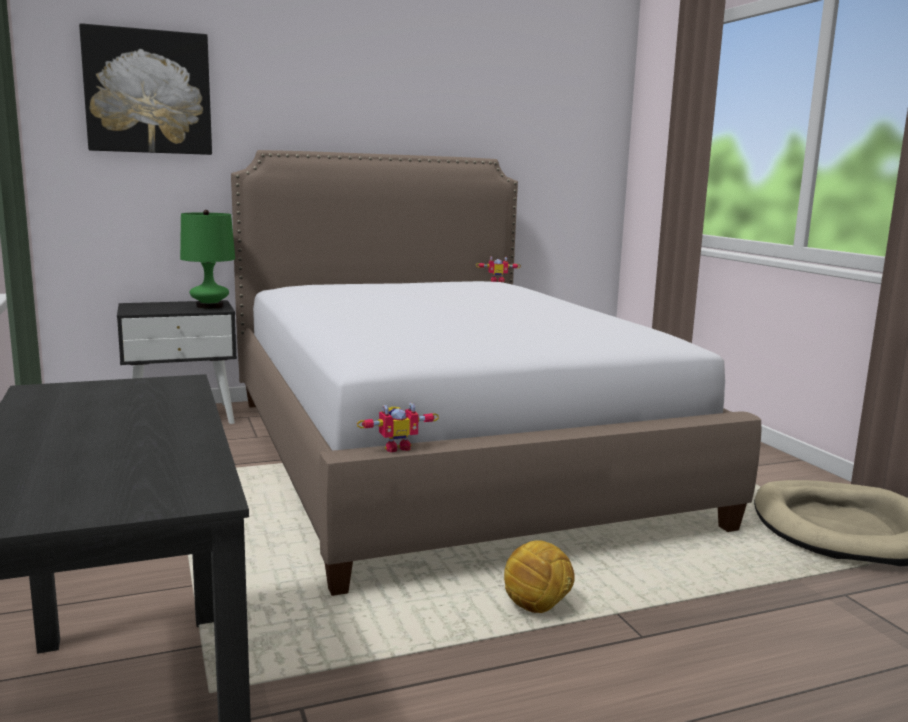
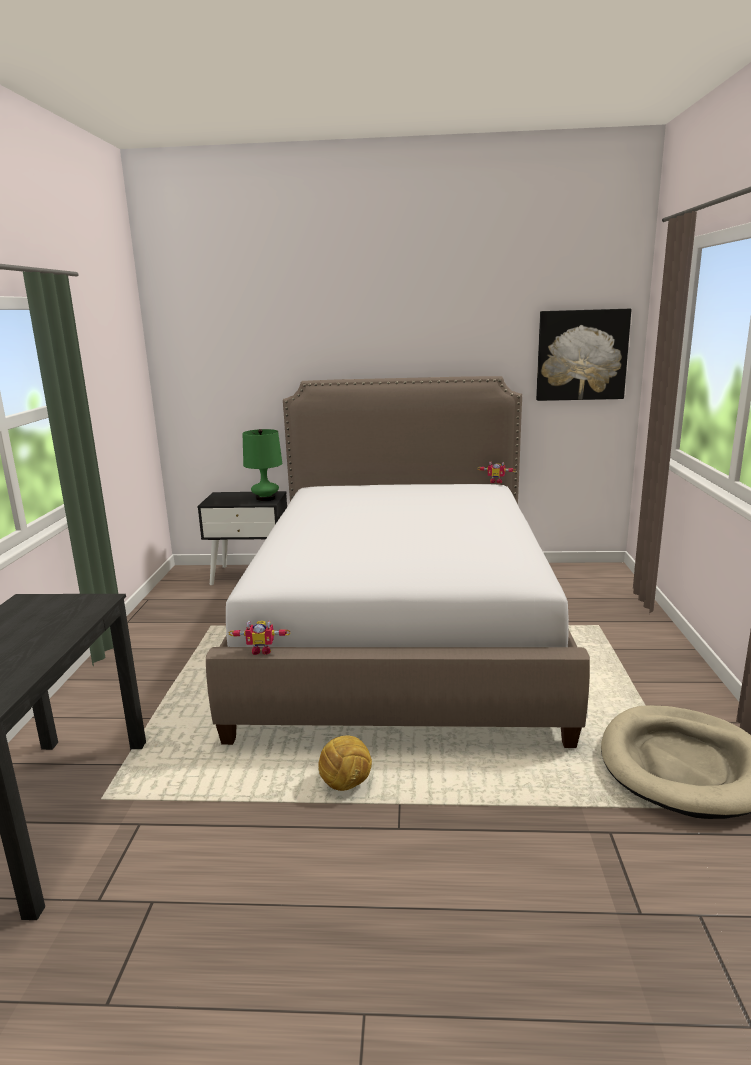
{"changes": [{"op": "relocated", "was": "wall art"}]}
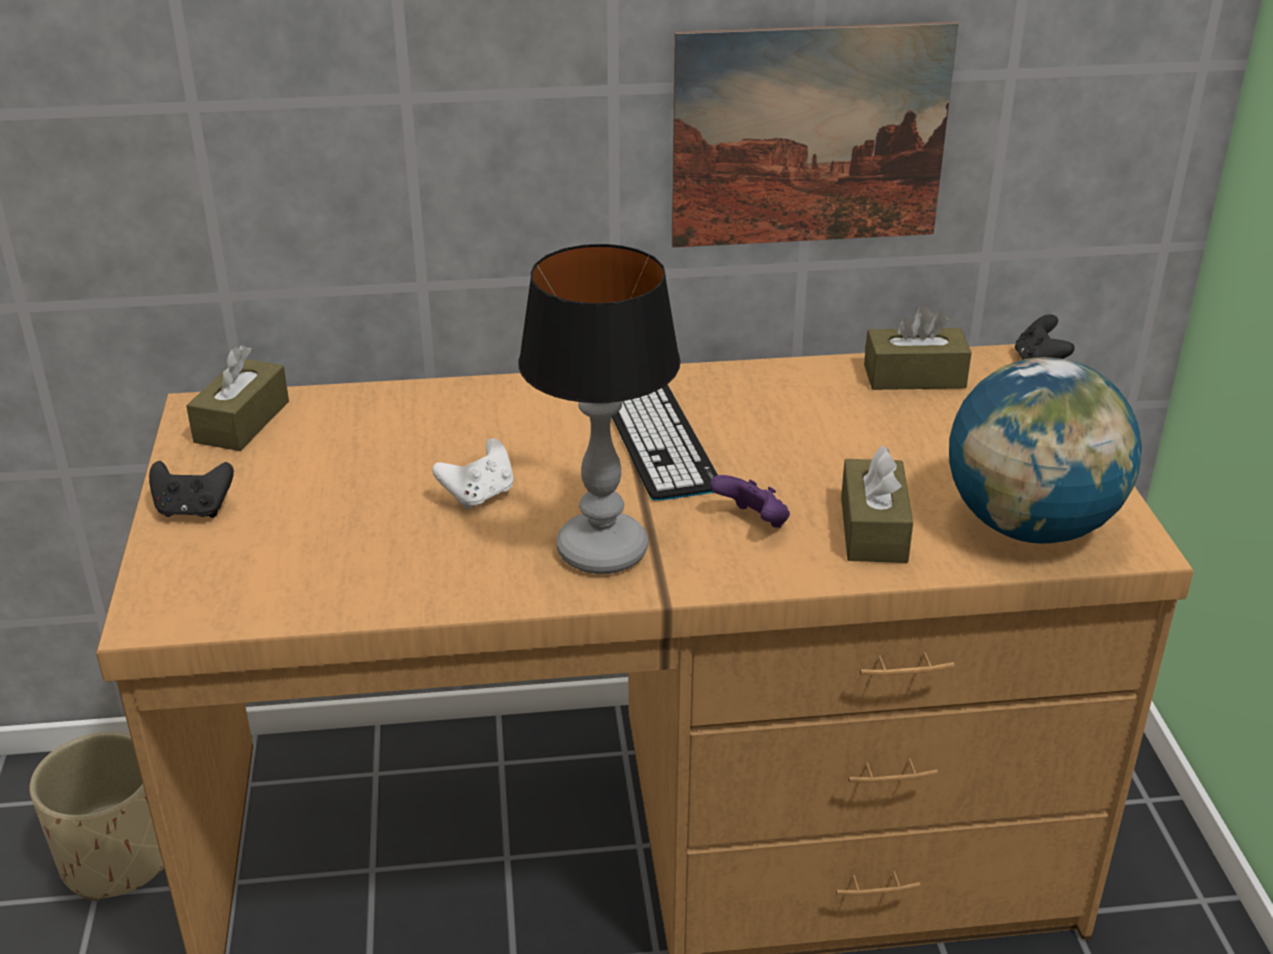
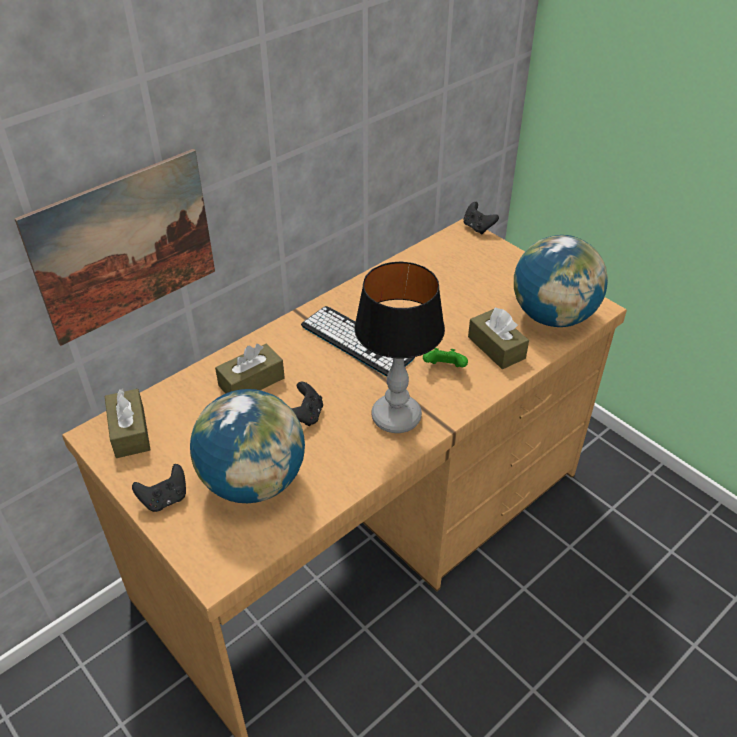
{"changes": [{"op": "relocated", "was": "wall art"}, {"op": "appeared", "now": "globe (no. 1 from left)"}, {"op": "relocated", "was": "brownish tissue box (no. 3 from left in the first image)", "now": "brownish tissue box (no. 2 from left)"}, {"op": "colour", "was": "whitish game controller", "now": "black-coloured game controller (no. 2 from left)"}, {"op": "colour", "was": "purplish game controller", "now": "green-coloured game controller"}, {"op": "missing", "was": "beige plant pot"}]}
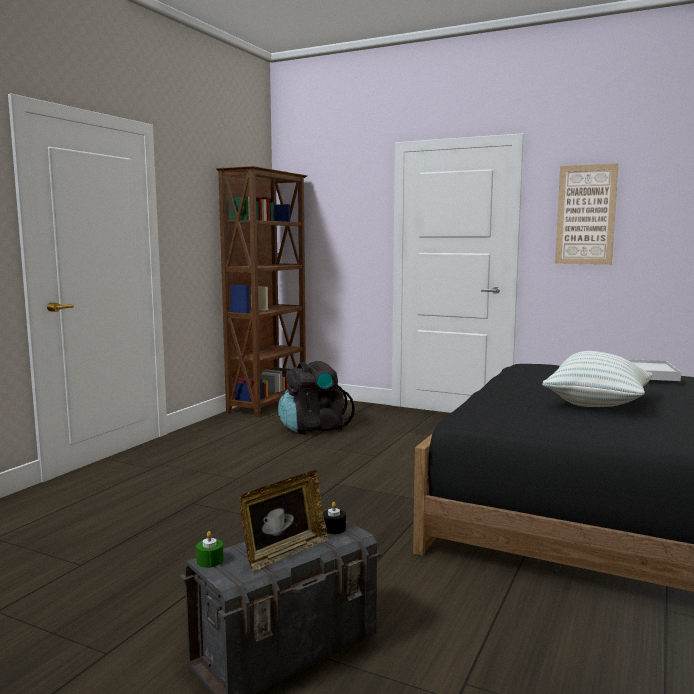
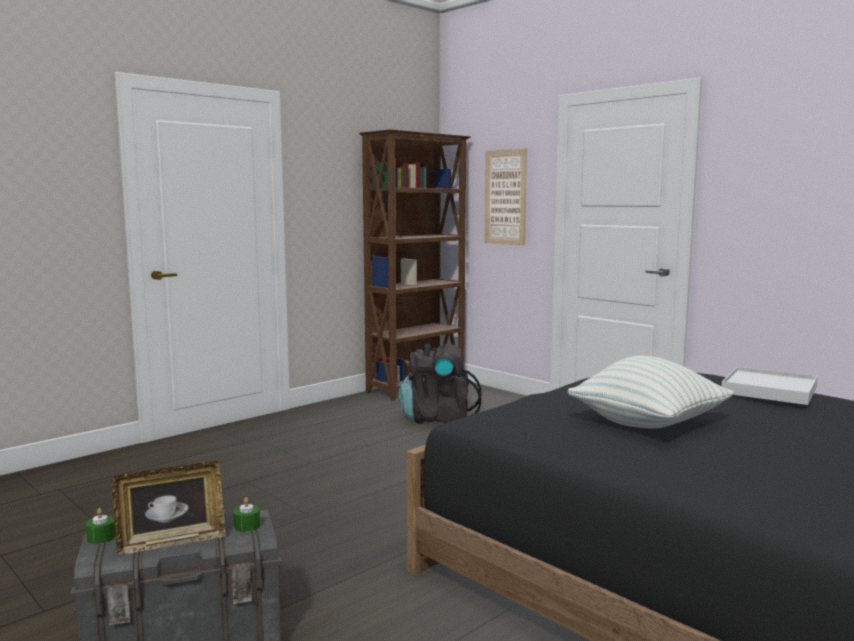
{"changes": [{"op": "colour", "was": "black-coloured wax candle", "now": "green-coloured wax candle (no. 2 from left)"}, {"op": "relocated", "was": "wall art"}]}
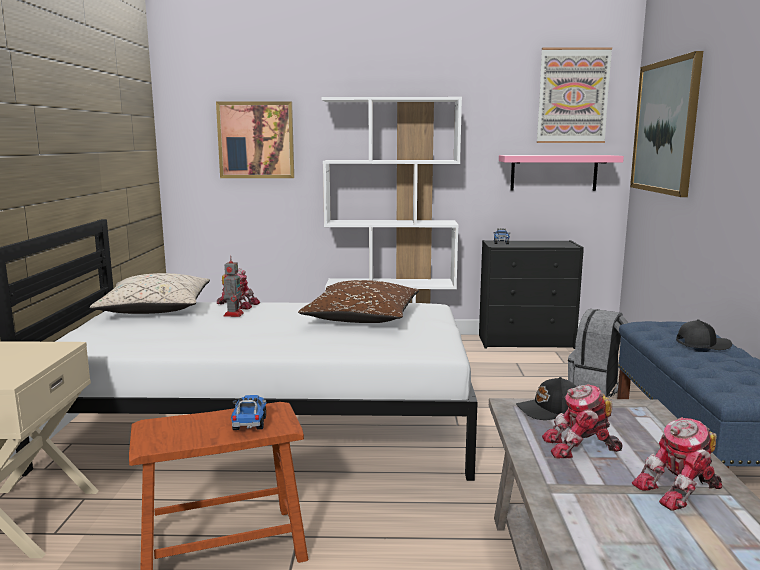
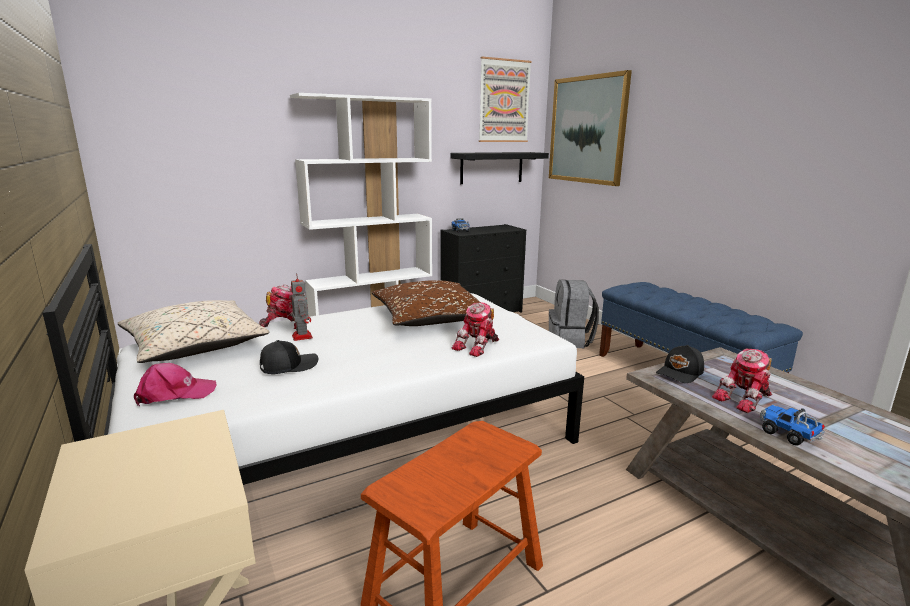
{"changes": [{"op": "appeared", "now": "pinkish baseball cap"}, {"op": "relocated", "was": "black-coloured baseball cap (no. 2 from left in the first image)", "now": "black-coloured baseball cap (no. 1 from left)"}, {"op": "colour", "was": "pinkish bracket shelf", "now": "black-coloured bracket shelf"}, {"op": "relocated", "was": "robot figure (no. 4 from left in the first image)", "now": "robot figure (no. 3 from left)"}, {"op": "relocated", "was": "toy truck (no. 1 from left in the first image)", "now": "toy truck (no. 2 from left)"}, {"op": "missing", "was": "wall art (no. 1 from left)"}]}
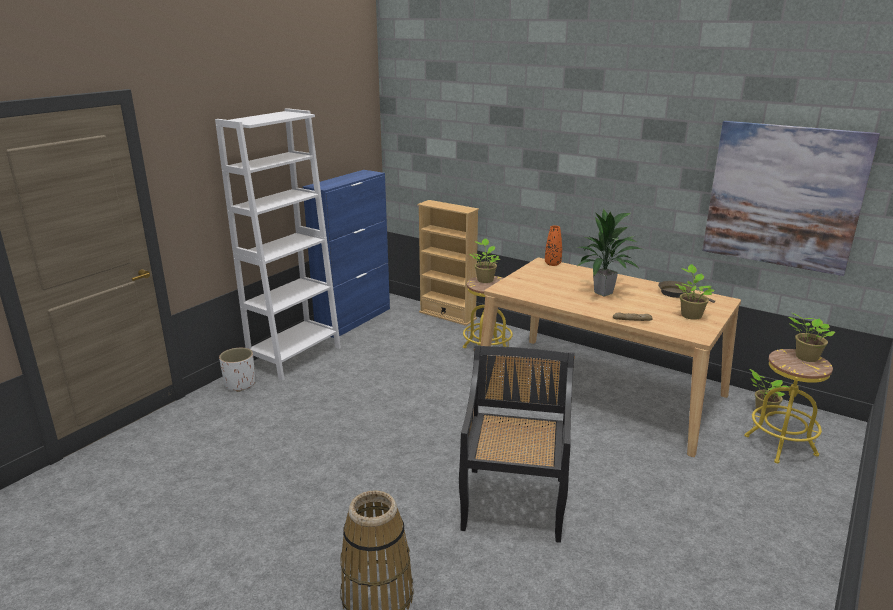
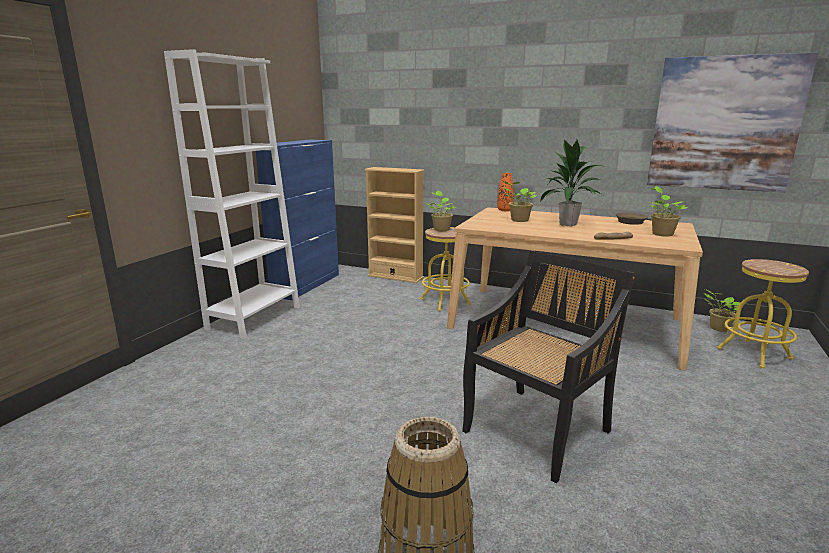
{"changes": [{"op": "spun", "was": "black-coloured upright chair", "clockwise": 45}, {"op": "relocated", "was": "potted plant (no. 5 from left in the first image)", "now": "potted plant (no. 2 from left)"}, {"op": "missing", "was": "whitish plant pot"}]}
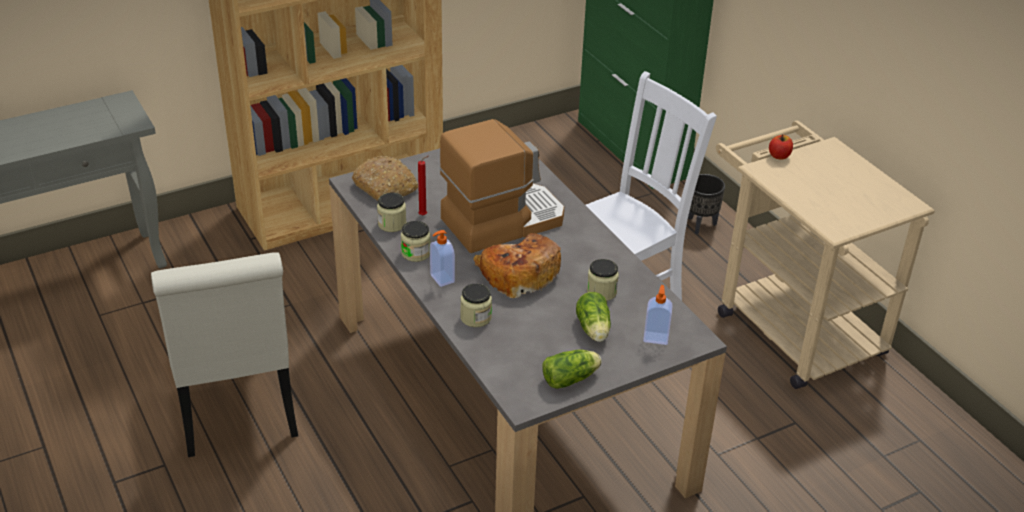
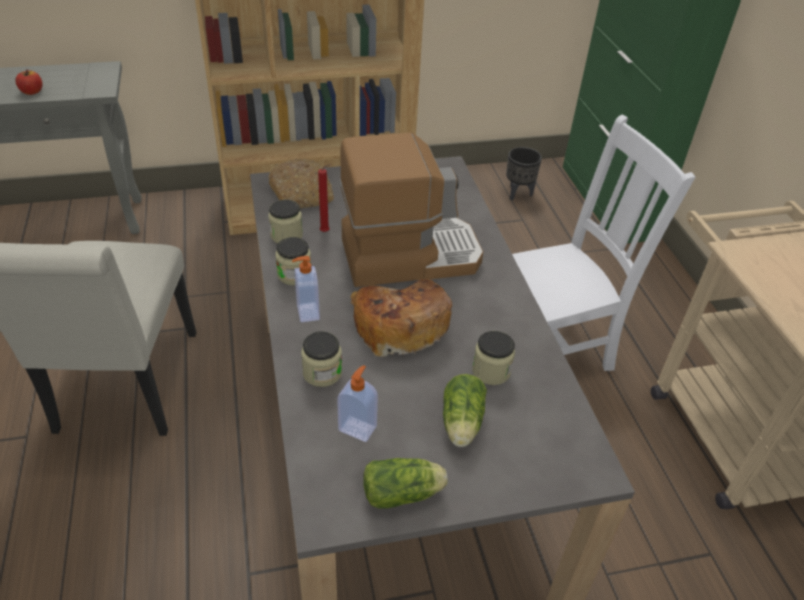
{"changes": [{"op": "relocated", "was": "apple"}, {"op": "relocated", "was": "soap dispenser (no. 2 from left)"}, {"op": "relocated", "was": "black-coloured plant pot"}]}
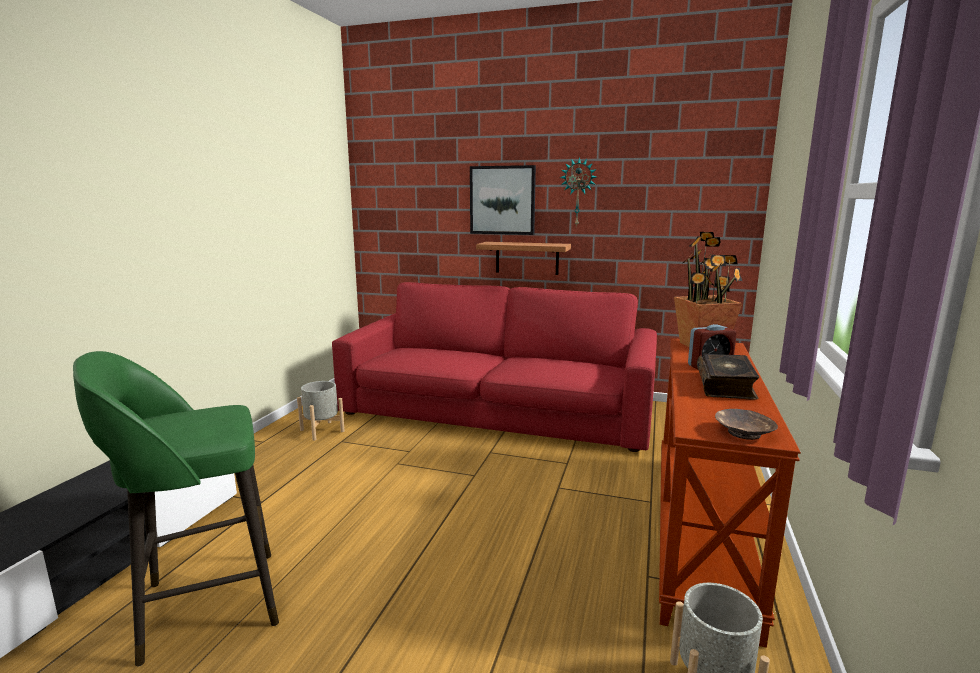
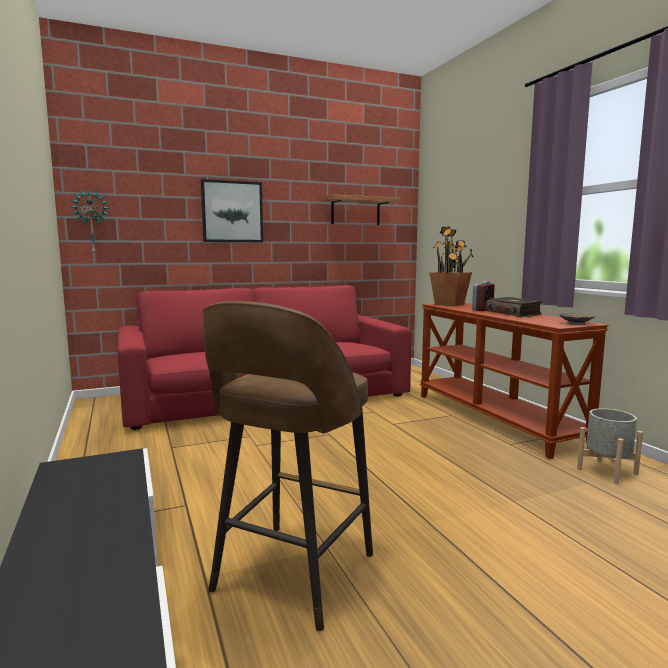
{"changes": [{"op": "relocated", "was": "wall clock"}, {"op": "colour", "was": "green-coloured sitting stool", "now": "brownish sitting stool"}, {"op": "relocated", "was": "bracket shelf"}, {"op": "missing", "was": "greyish plant pot (no. 1 from left)"}]}
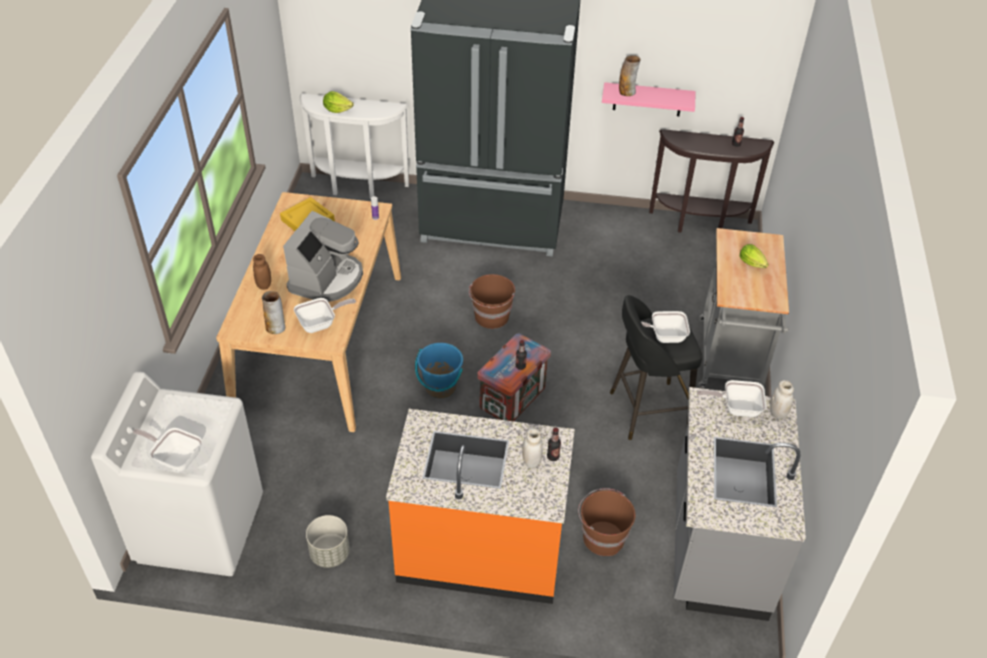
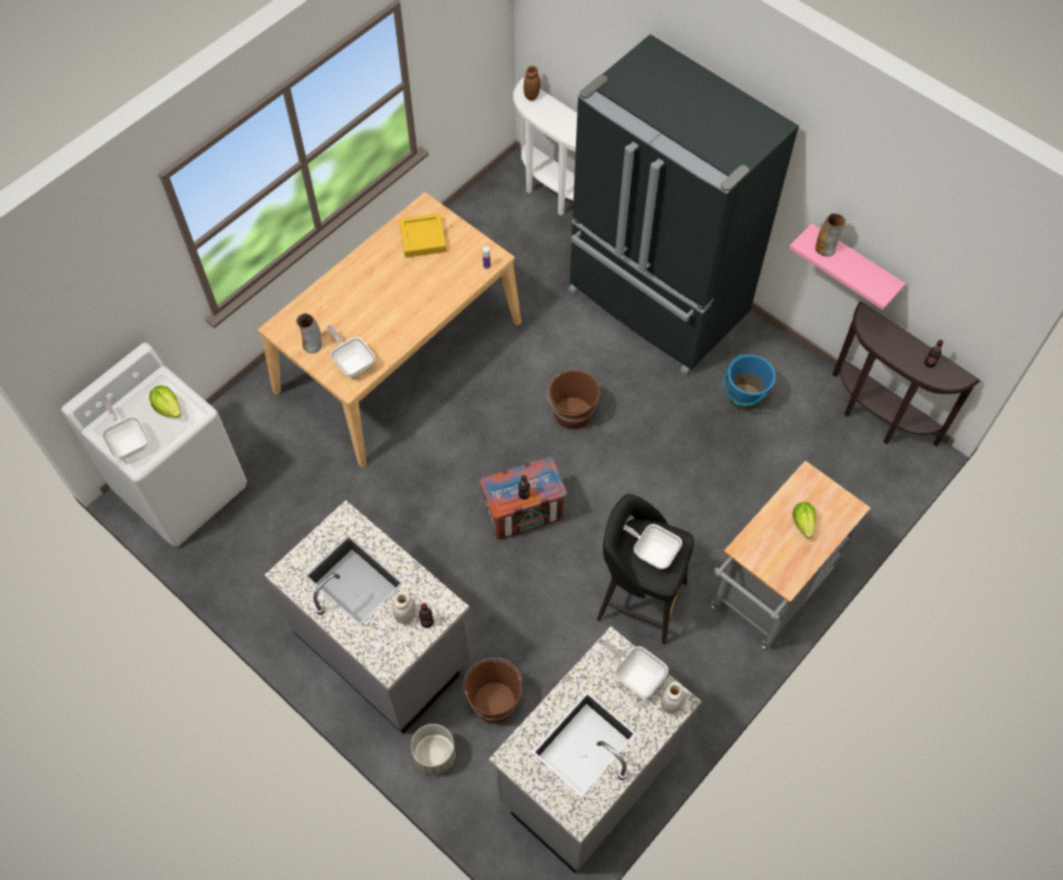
{"changes": [{"op": "relocated", "was": "head of lettuce (no. 1 from left)"}, {"op": "colour", "was": "orangey counter", "now": "greyish counter (no. 1 from left)"}, {"op": "spun", "was": "skillet (no. 2 from left)", "clockwise": -135}, {"op": "relocated", "was": "greyish plant pot"}, {"op": "relocated", "was": "brownish storage jar"}, {"op": "relocated", "was": "bluish water bucket"}, {"op": "missing", "was": "coffee machine"}]}
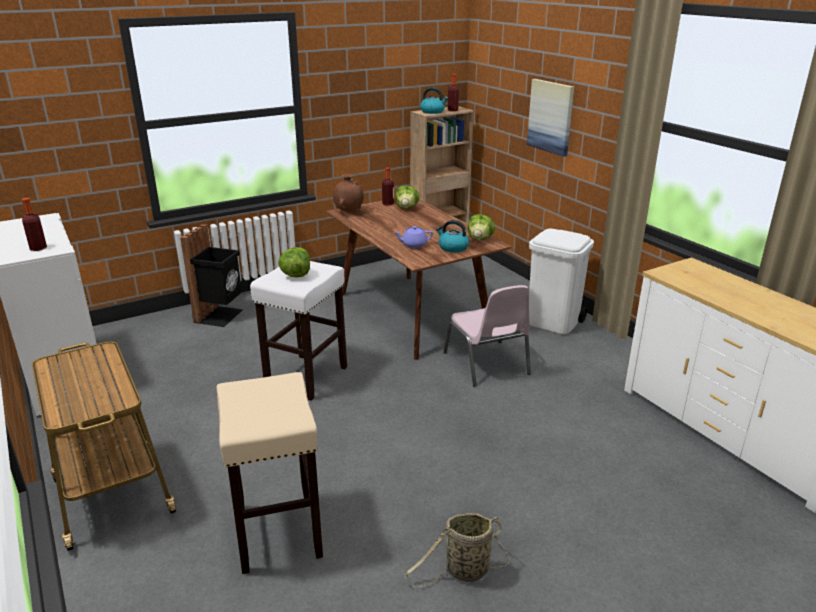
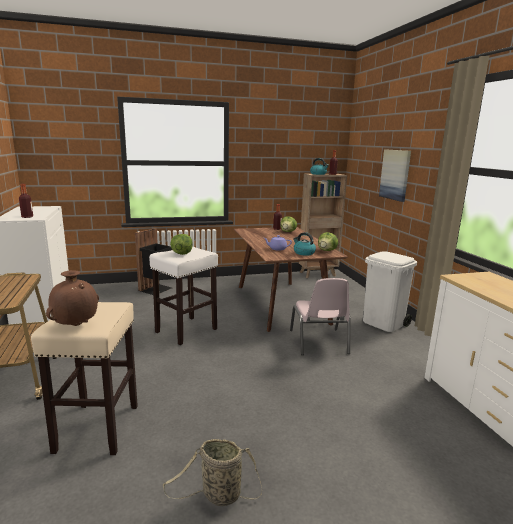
{"changes": [{"op": "relocated", "was": "brownish flower vase"}]}
